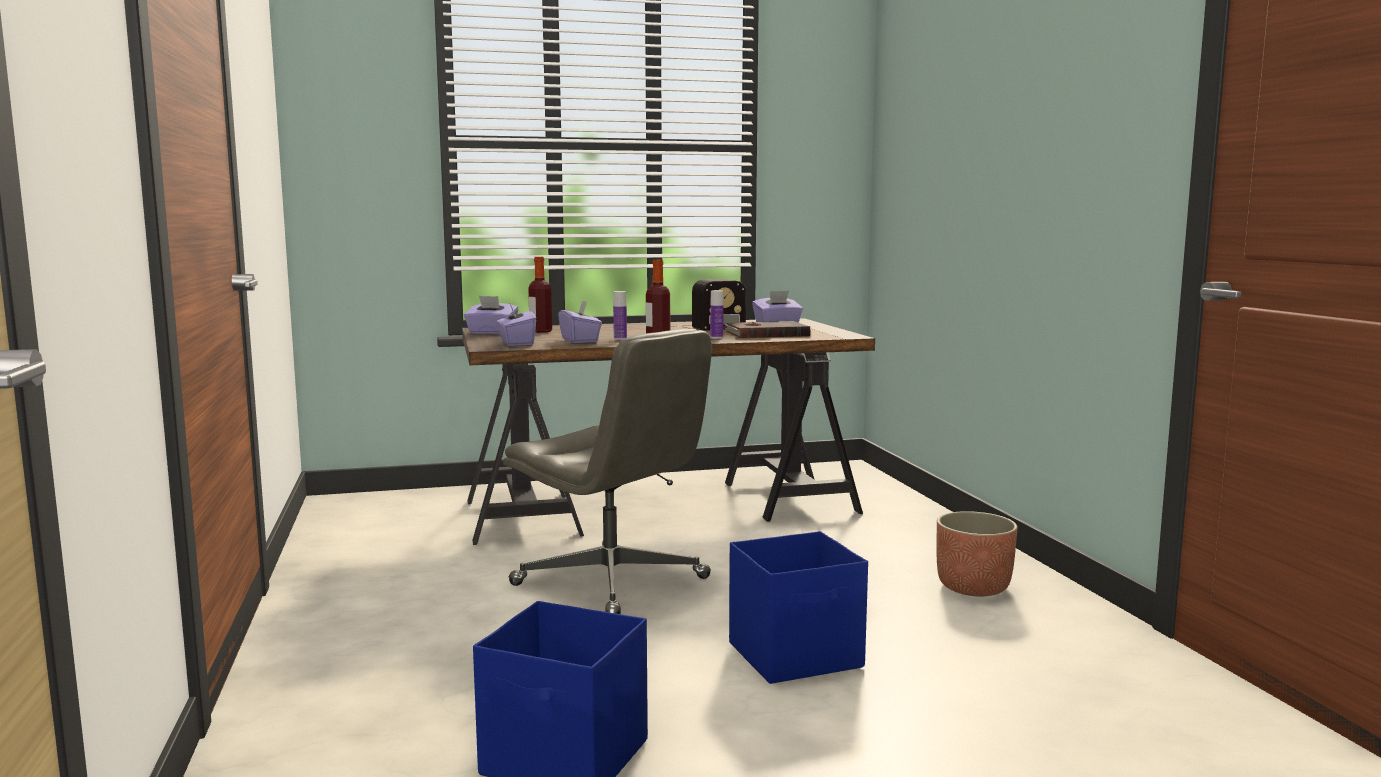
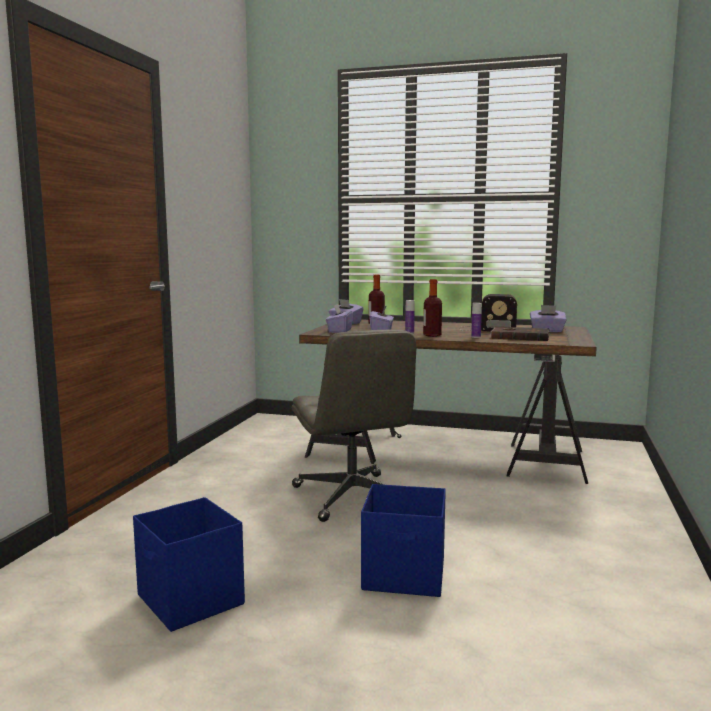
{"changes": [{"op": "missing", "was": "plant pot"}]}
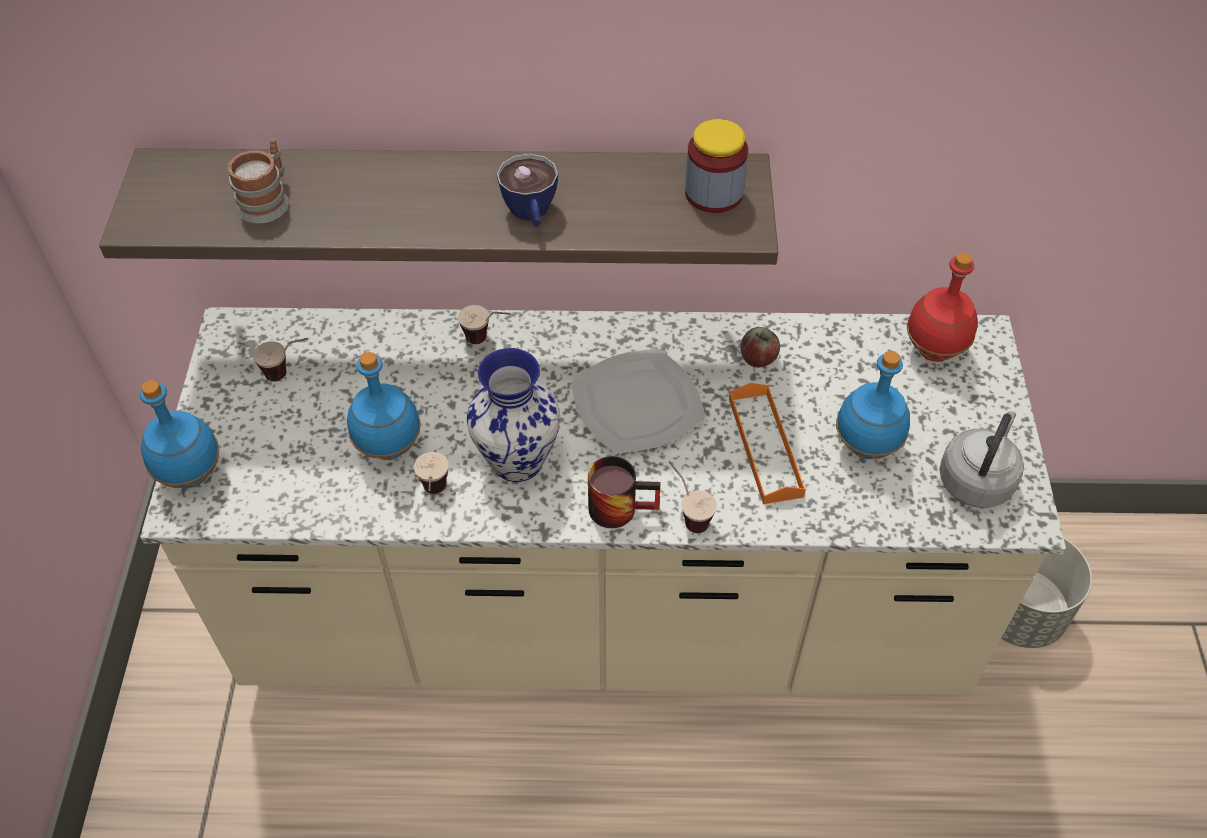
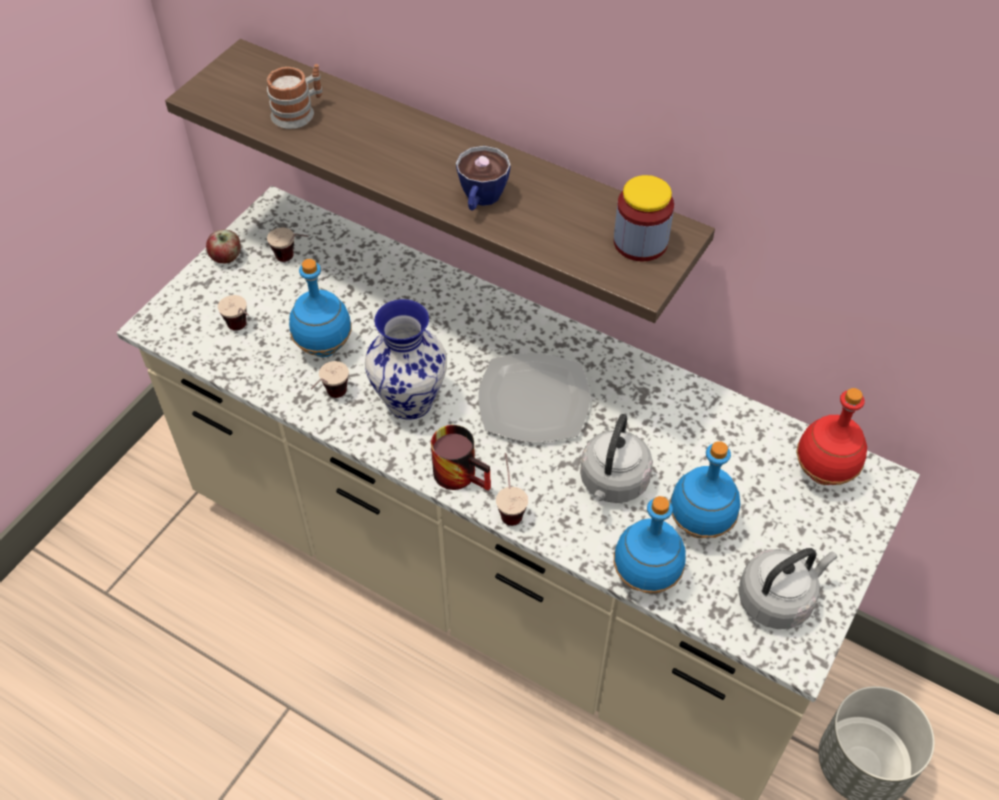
{"changes": [{"op": "relocated", "was": "apple"}, {"op": "relocated", "was": "drinking cup (no. 3 from left in the first image)", "now": "drinking cup (no. 1 from left)"}, {"op": "exchanged", "was": "orangey serving tray", "now": "greyish kettle (no. 1 from left)"}, {"op": "relocated", "was": "bluish bottle (no. 1 from left in the first image)", "now": "bluish bottle (no. 2 from left)"}]}
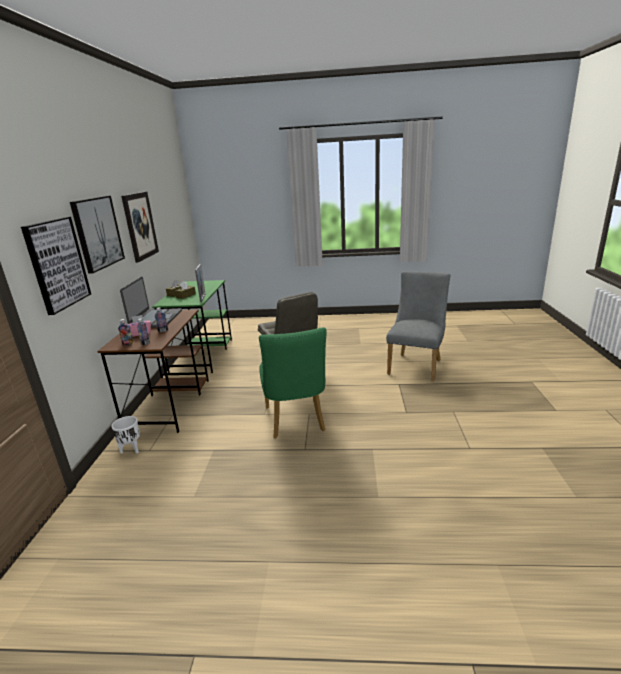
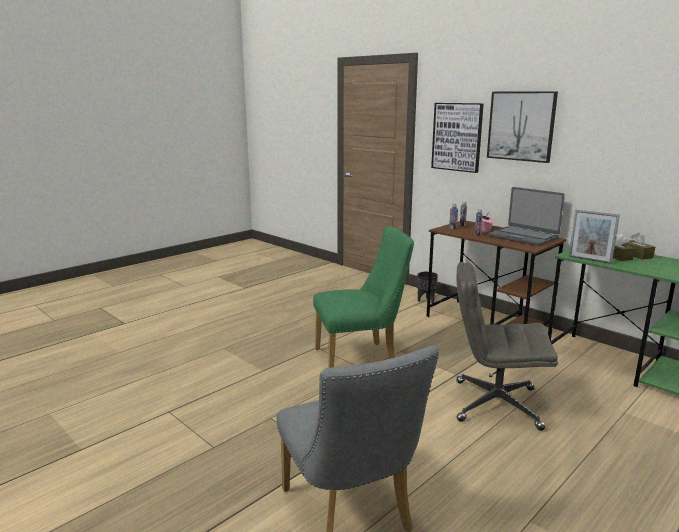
{"changes": [{"op": "spun", "was": "green-coloured upright chair", "clockwise": 135}, {"op": "colour", "was": "whitish plant pot", "now": "black-coloured plant pot"}, {"op": "missing", "was": "wall art (no. 3 from left)"}]}
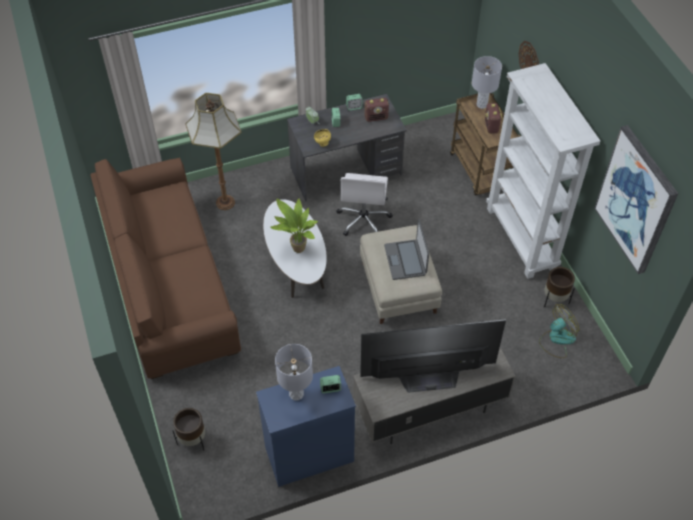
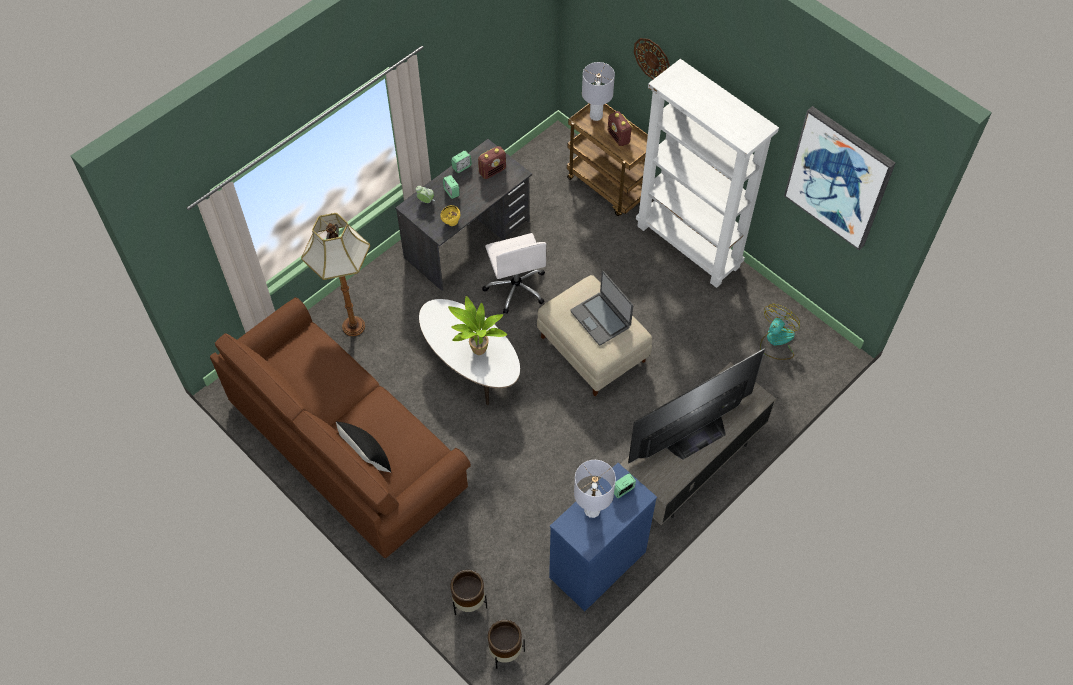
{"changes": [{"op": "appeared", "now": "black-coloured pillow"}, {"op": "relocated", "was": "brownish plant pot (no. 2 from left)"}]}
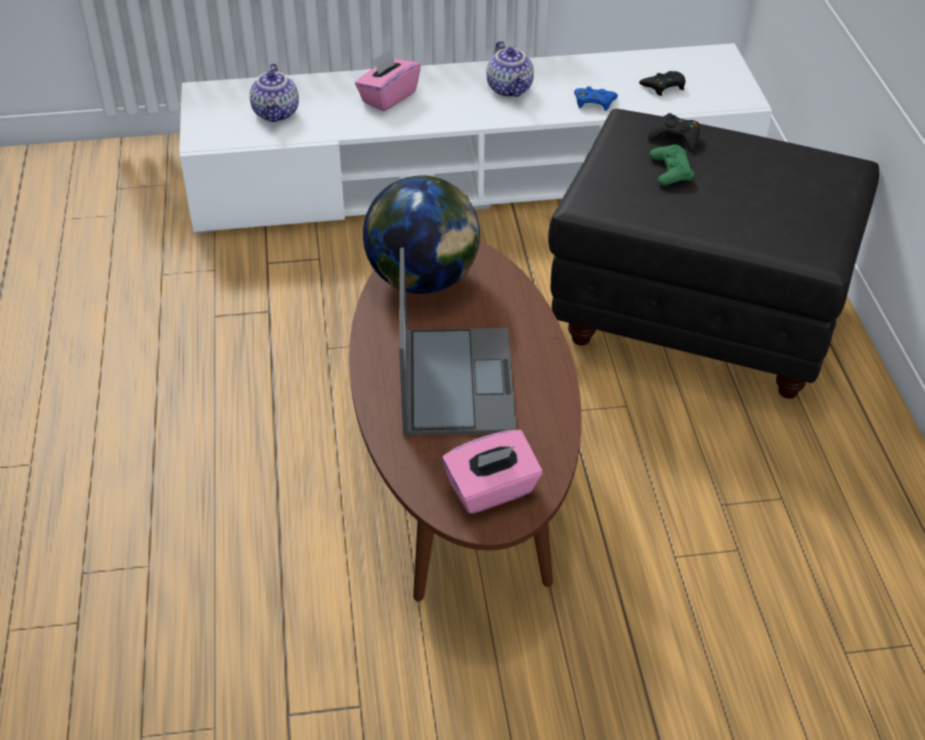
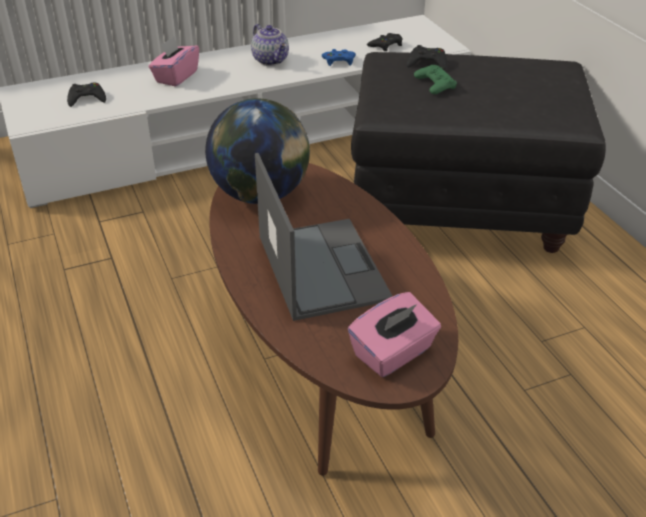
{"changes": [{"op": "exchanged", "was": "pot for tea (no. 1 from left)", "now": "black-coloured game controller (no. 1 from left)"}]}
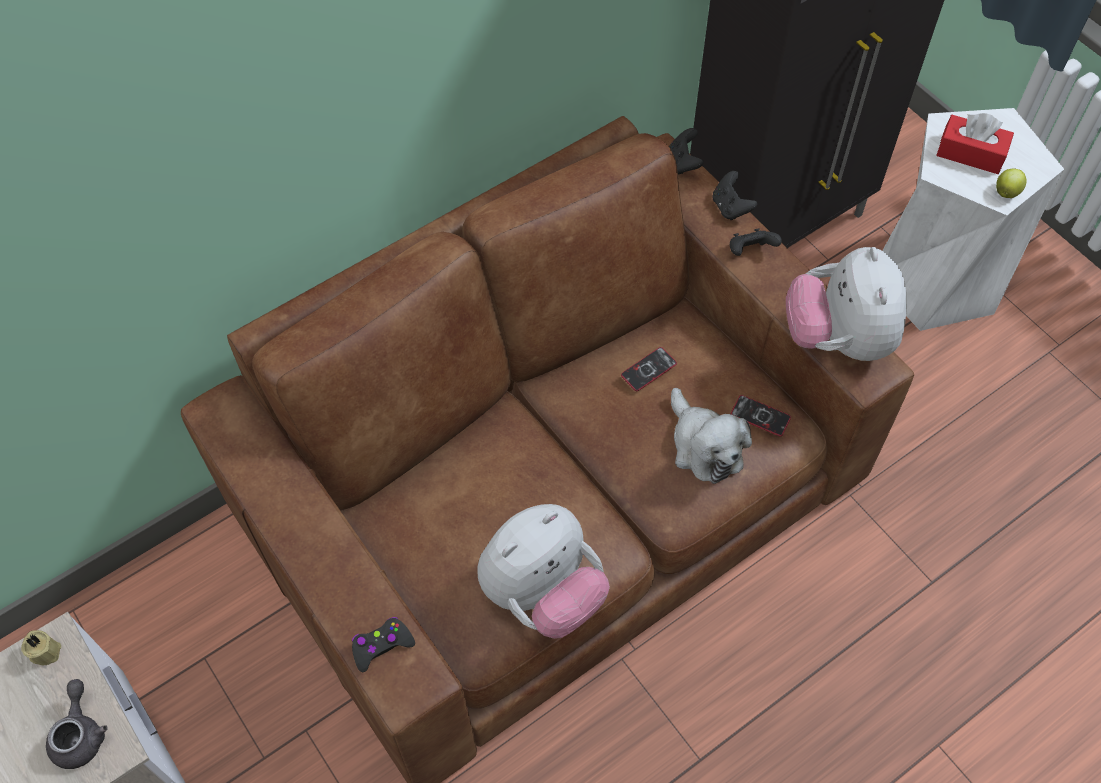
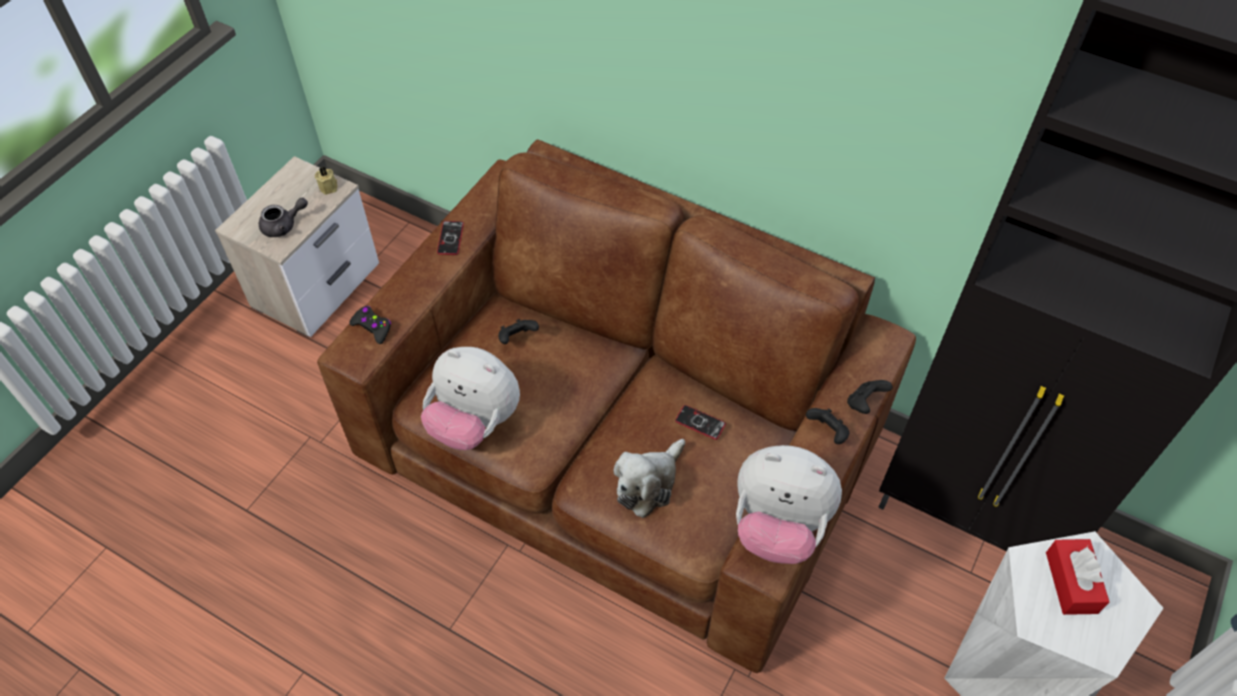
{"changes": [{"op": "relocated", "was": "telephone (no. 2 from left in the first image)", "now": "telephone (no. 1 from left)"}, {"op": "relocated", "was": "black-coloured game controller (no. 2 from left)"}, {"op": "spun", "was": "cuddly toy (no. 3 from left)", "clockwise": -135}, {"op": "missing", "was": "apple"}]}
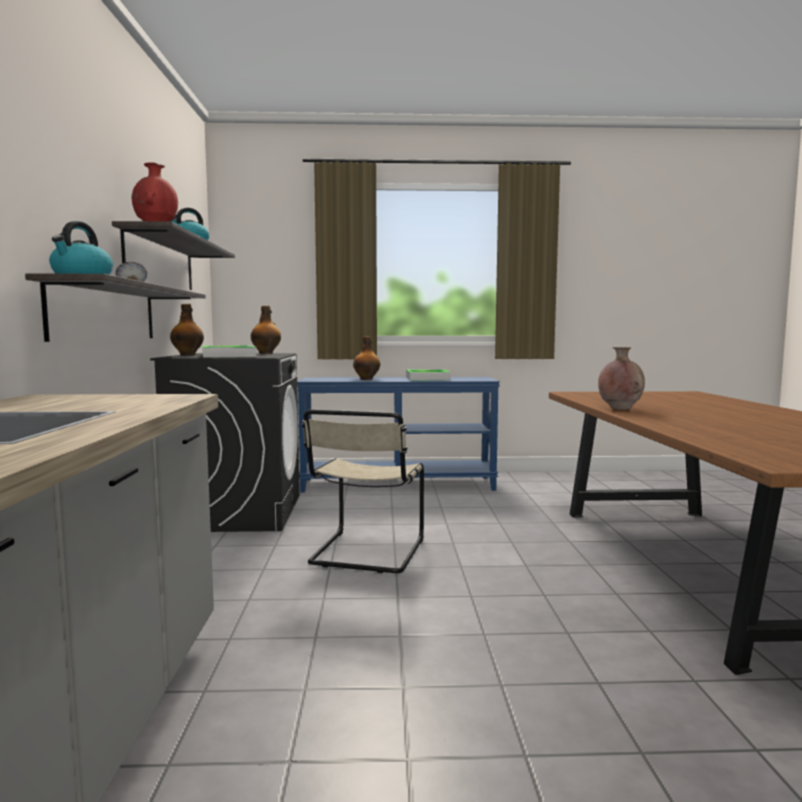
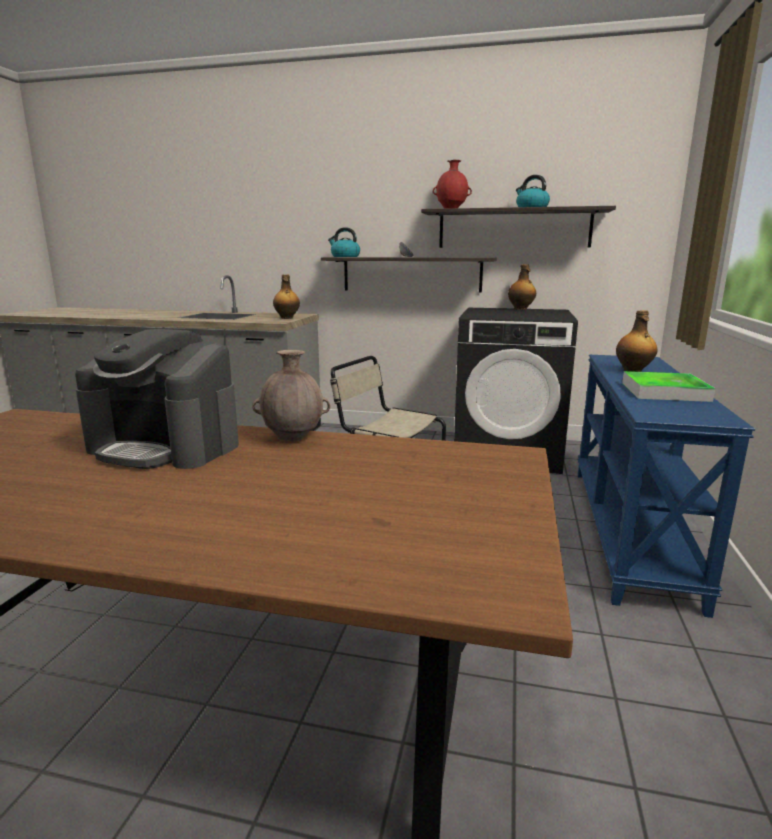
{"changes": [{"op": "appeared", "now": "coffee machine"}, {"op": "relocated", "was": "bottle (no. 2 from left in the first image)", "now": "bottle (no. 1 from left)"}, {"op": "missing", "was": "serving tray (no. 1 from left)"}]}
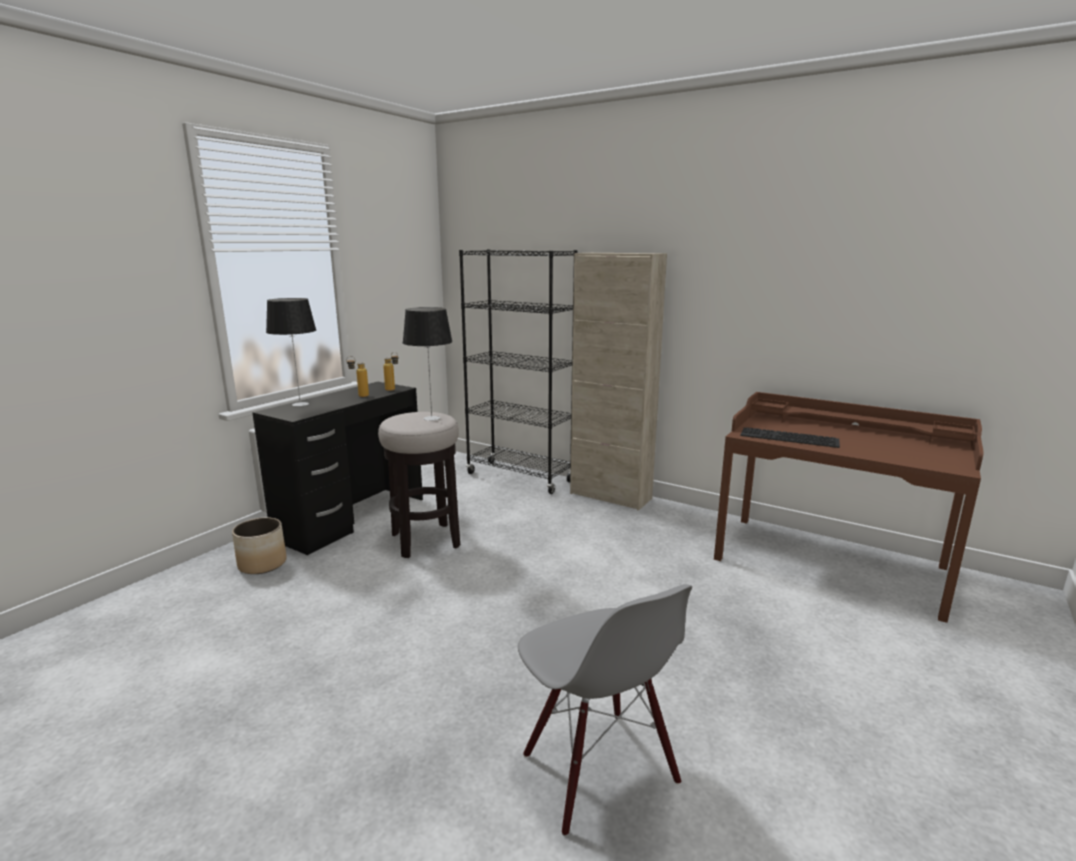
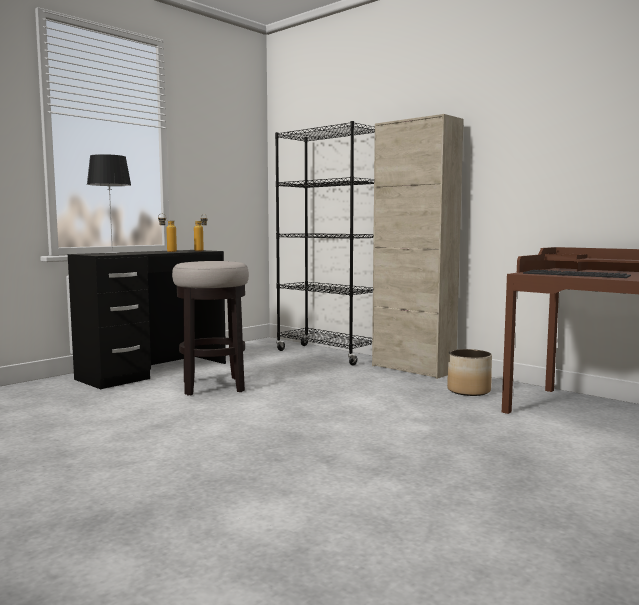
{"changes": [{"op": "relocated", "was": "plant pot"}, {"op": "missing", "was": "lamp for a table (no. 2 from left)"}, {"op": "missing", "was": "greyish upright chair"}]}
